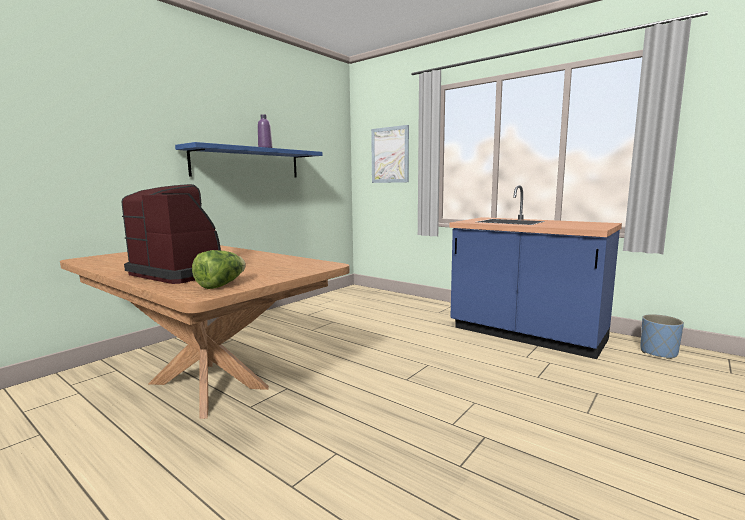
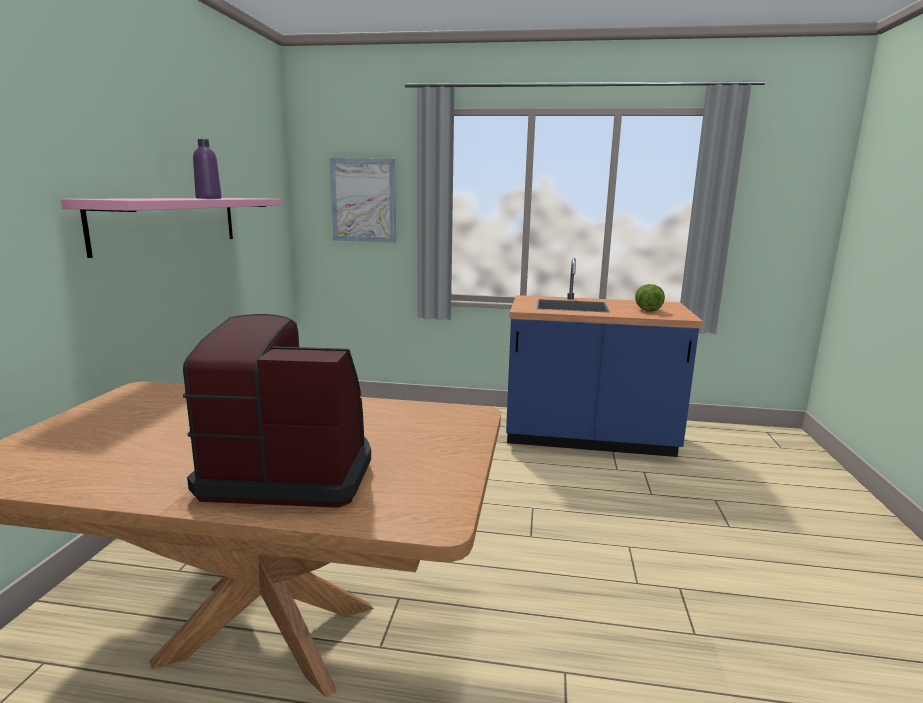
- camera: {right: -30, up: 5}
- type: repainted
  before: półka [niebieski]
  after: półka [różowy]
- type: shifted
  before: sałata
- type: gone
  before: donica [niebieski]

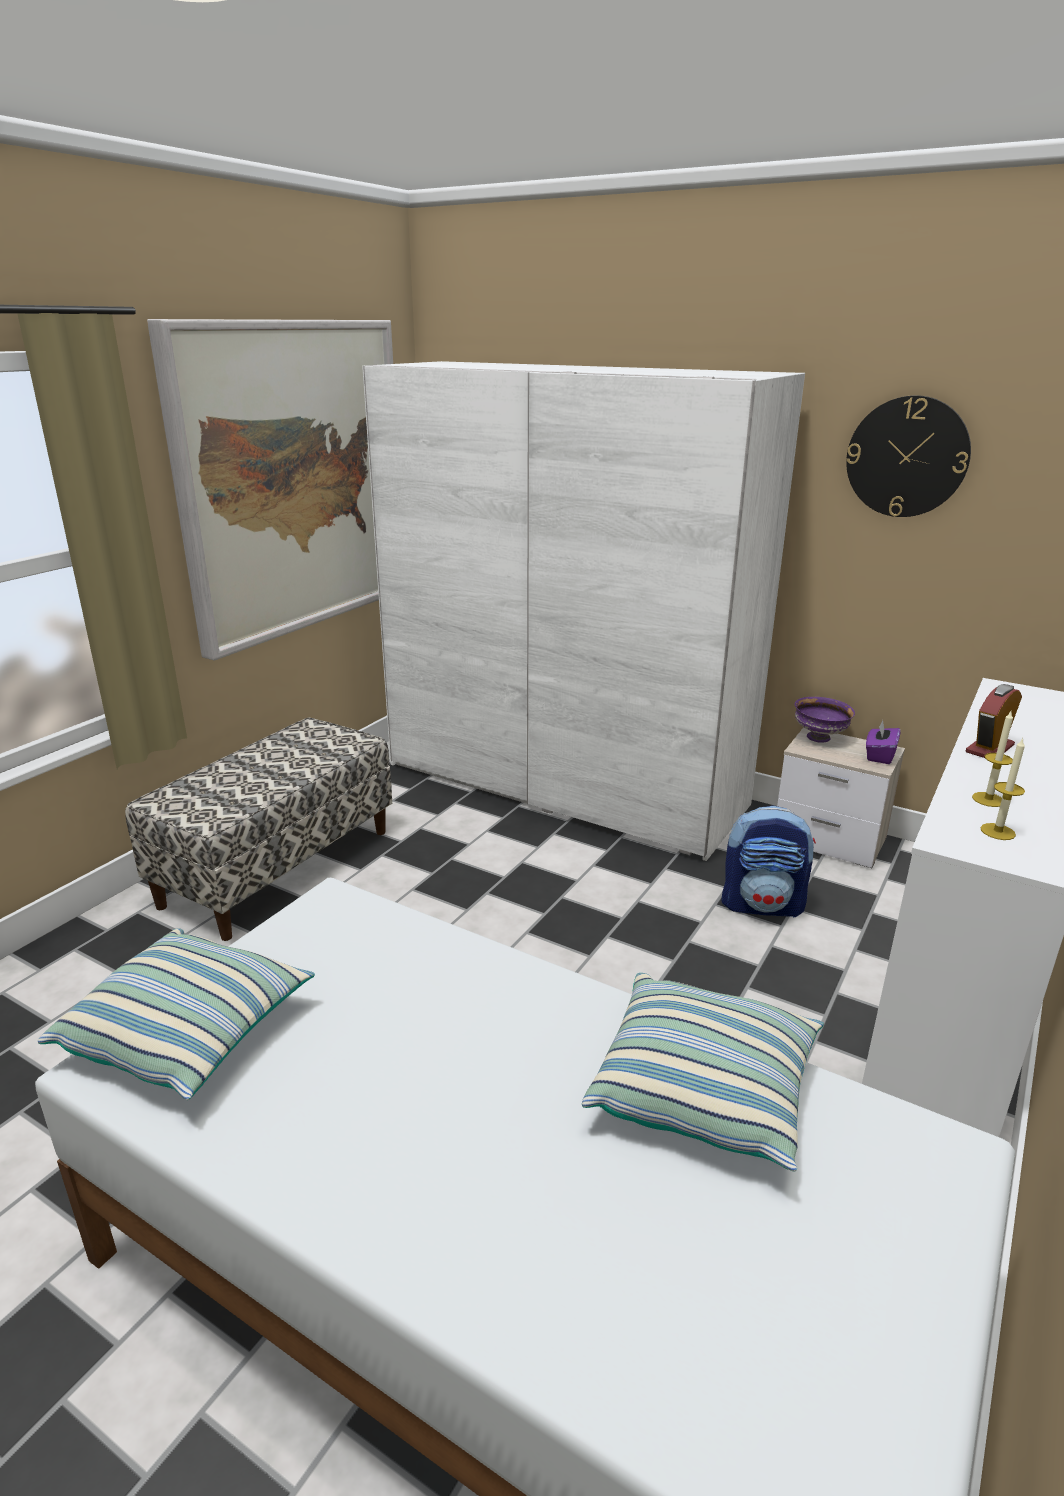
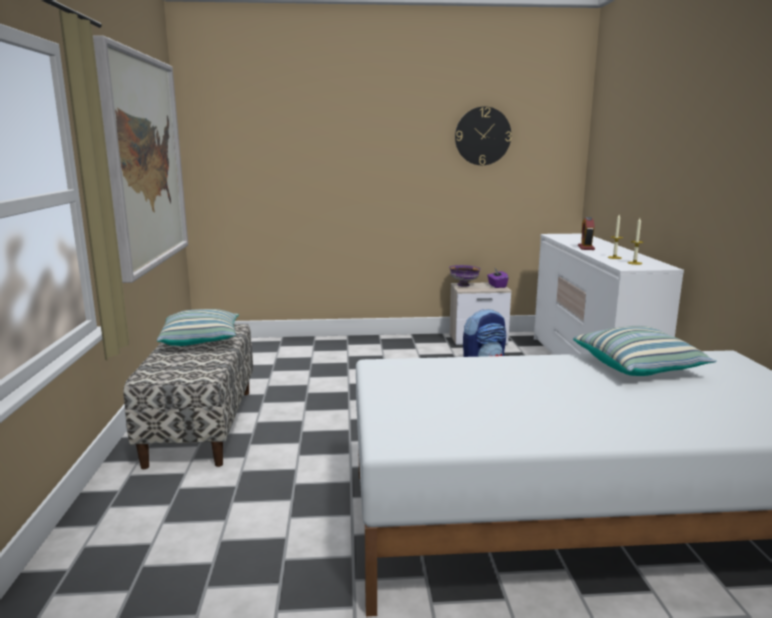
- camera: {right: -35, up: -10}
- type: shifted
  before: poduszka (no. 1 from left)
- type: gone
  before: szafa [biały]

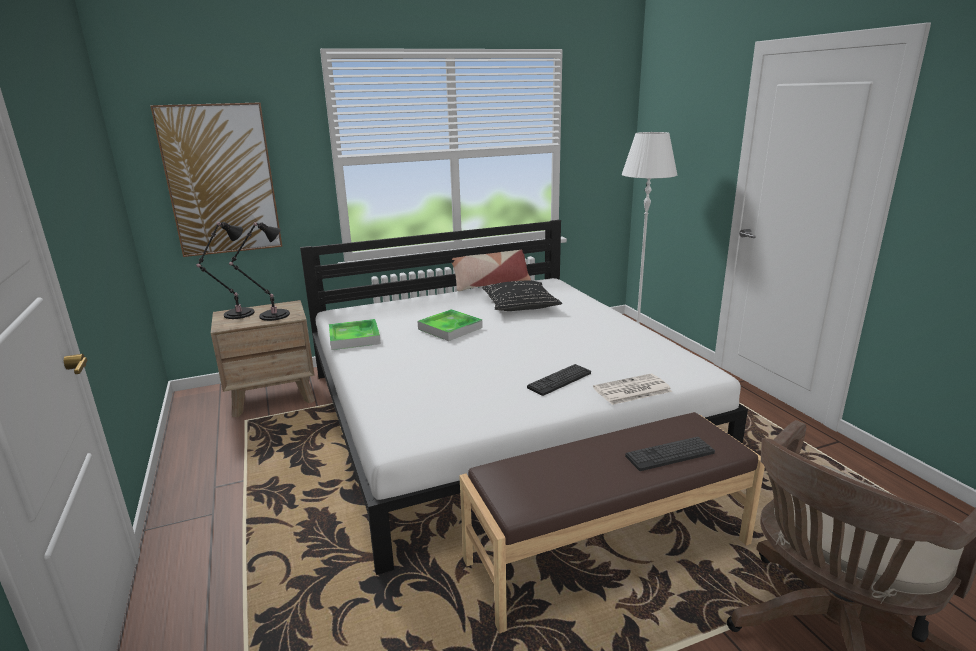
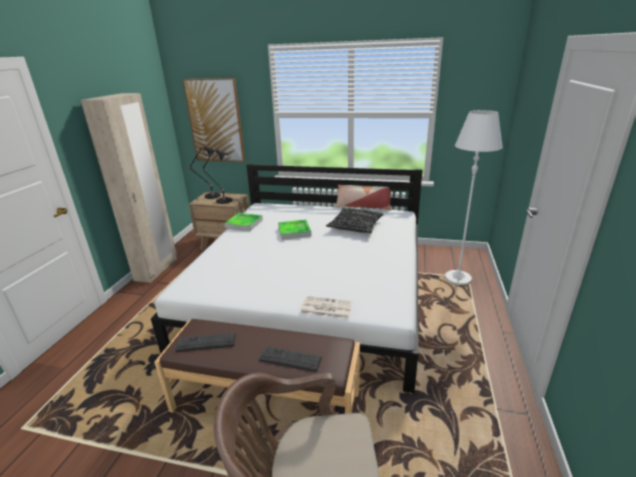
- camera: {right: 35, up: 5}
- type: shifted
  before: klawiatura (no. 1 from left)
- type: new
  after: szafa [beżowy]

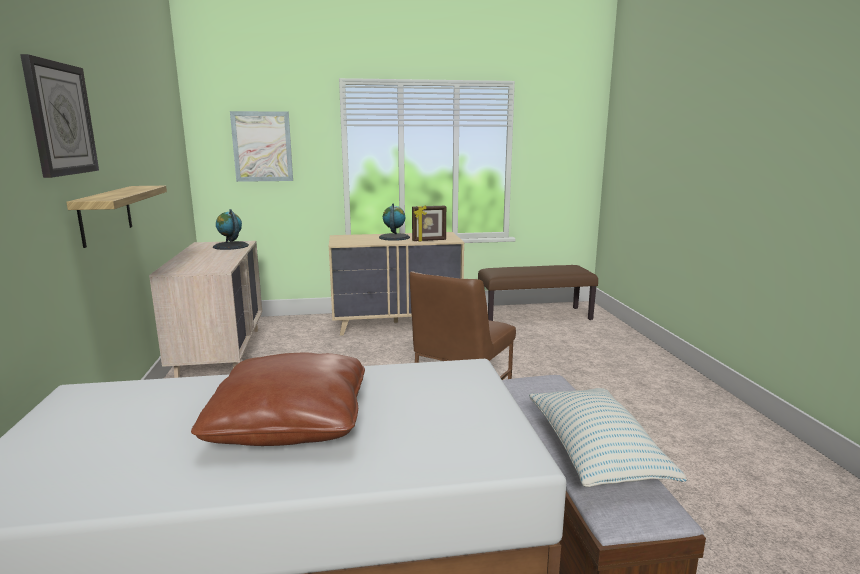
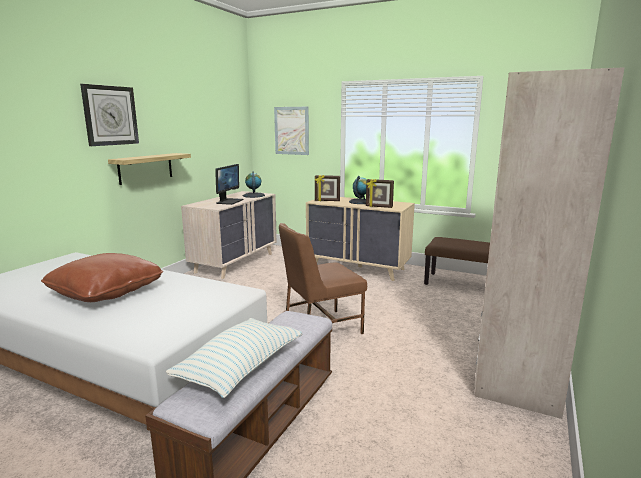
- camera: {right: 35, up: 0}
- type: new
  after: monitor
- type: new
  after: ramka na zdjęcie (no. 1 from left)
- type: new
  after: szafa [beżowy]

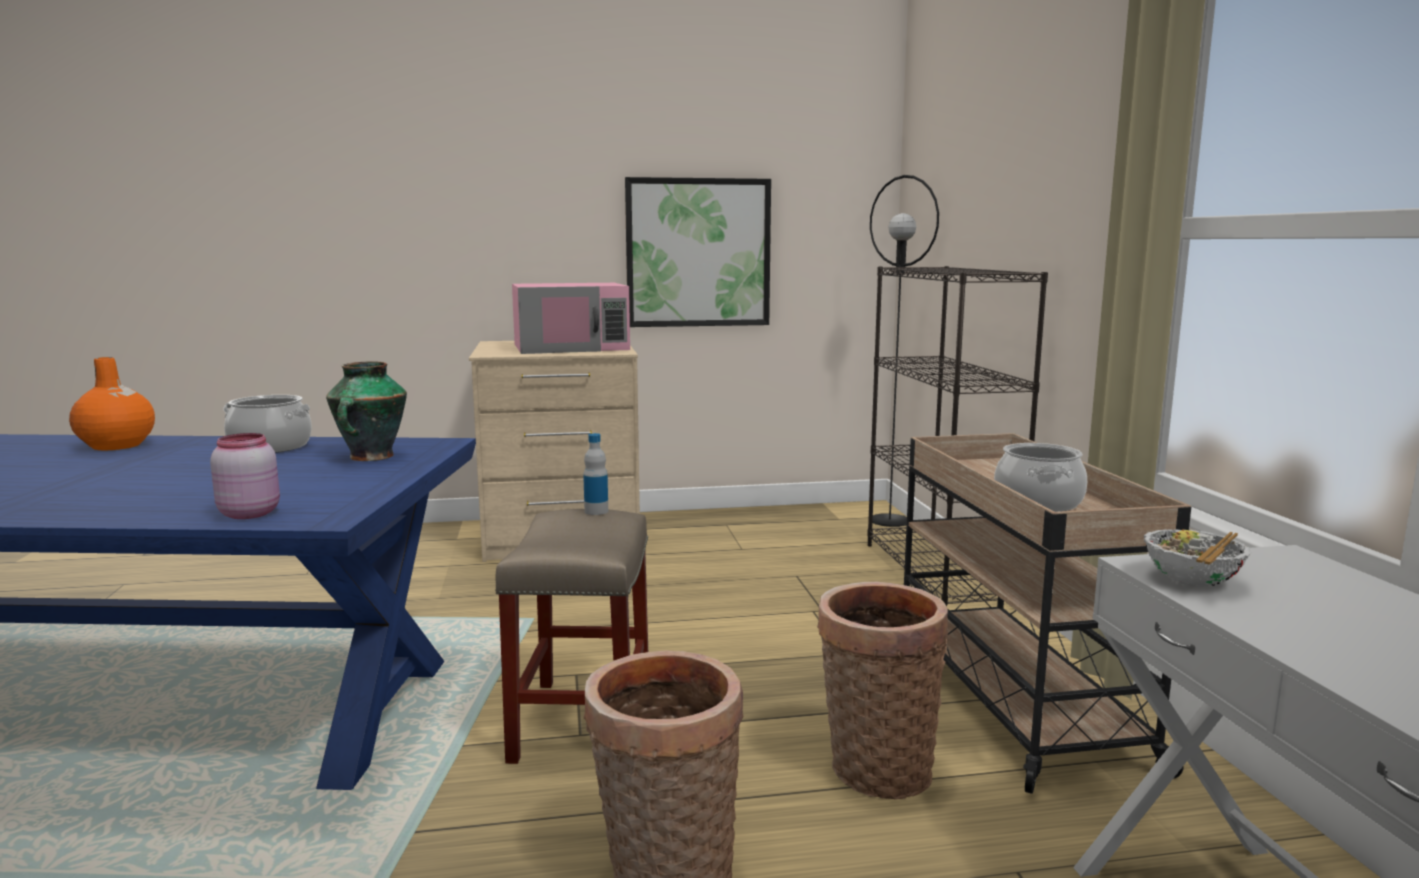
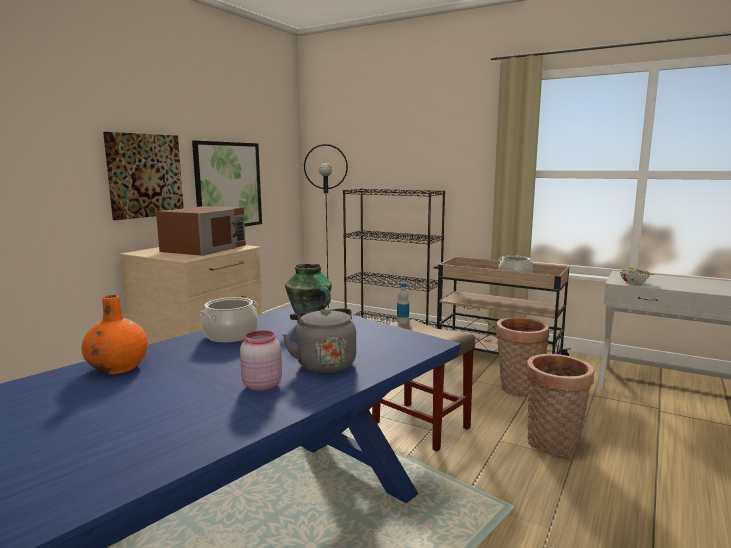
- camera: {right: -50, up: 0}
- type: shifted
  before: słoik [różowy]
- type: repainted
  before: mikrofalówka [różowy]
  after: mikrofalówka [brązowy]
- type: new
  after: obraz (no. 1 from left)
- type: new
  after: czajnik [szary]

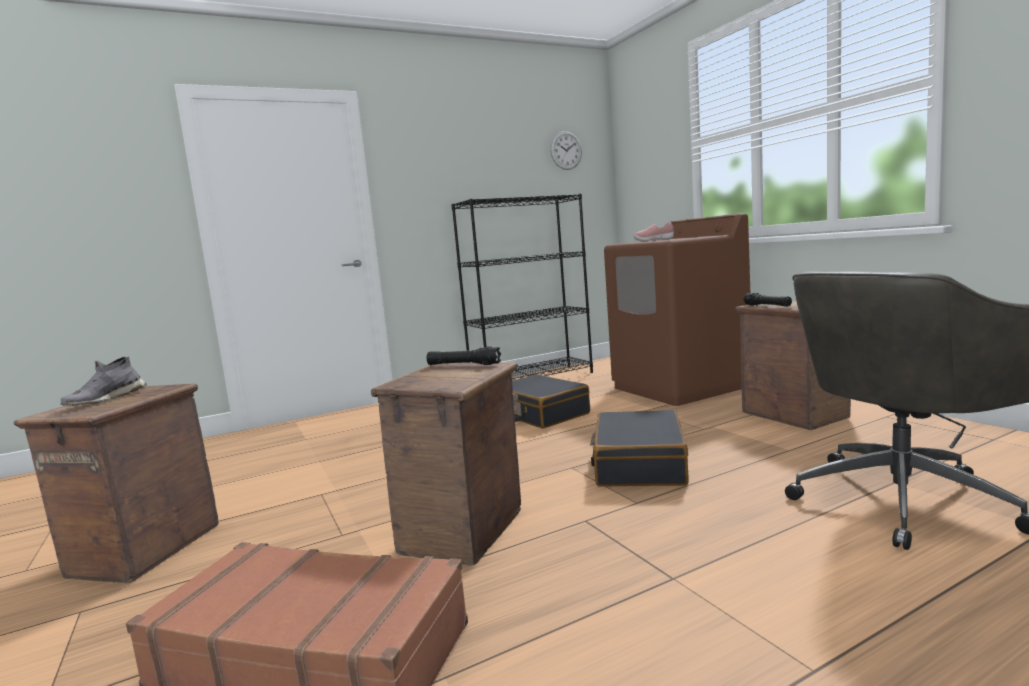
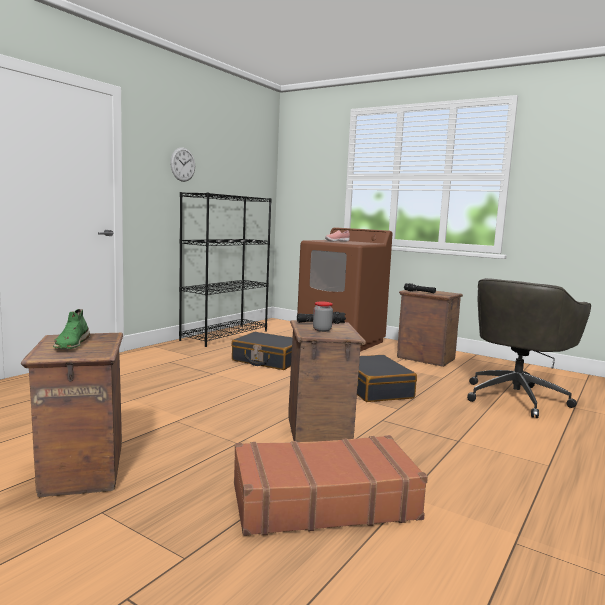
- camera: {right: -30, up: 0}
- type: repainted
  before: but [szary]
  after: but [zielony]
- type: shifted
  before: zegar ścienny
- type: new
  after: słoik

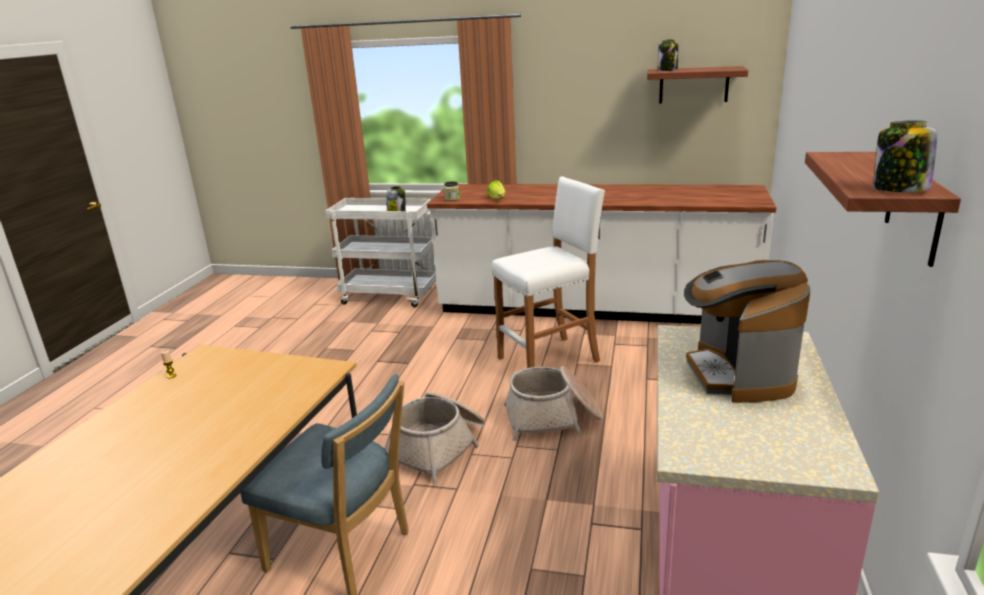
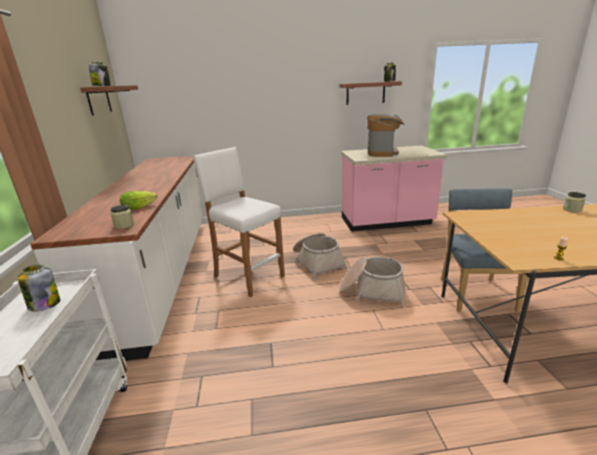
- camera: {right: -110, up: 0}
- type: rotated
  before: ekspres do kawy
  turn: -60
- type: new
  after: słoik (no. 5 from left)

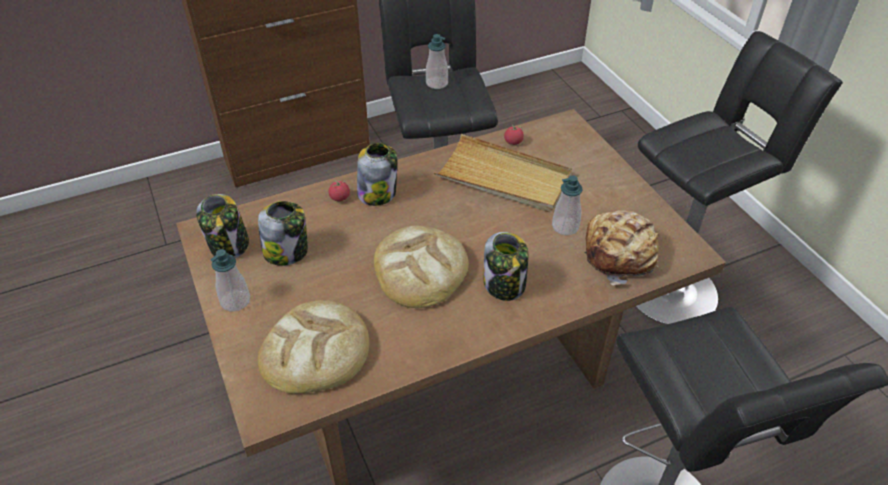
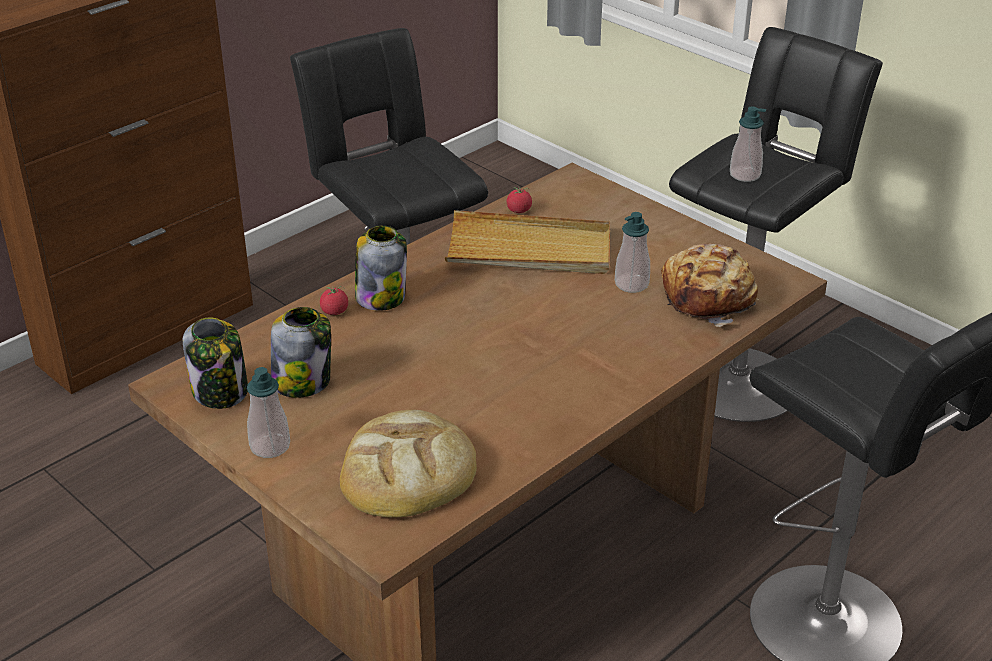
- camera: {right: -20, up: -10}
- type: gone
  before: chleb (no. 2 from left)
- type: shifted
  before: dozownik mydła (no. 2 from left in the first image)
  after: dozownik mydła (no. 3 from left)
- type: gone
  before: słoik (no. 4 from left)

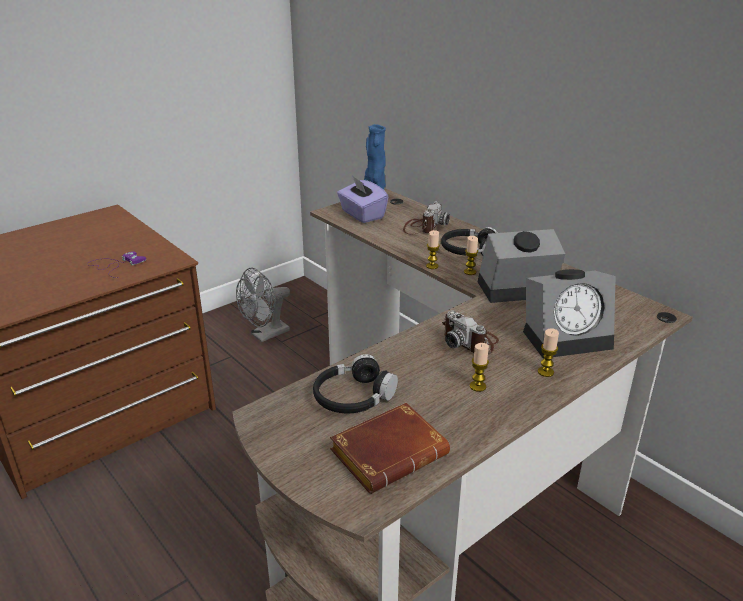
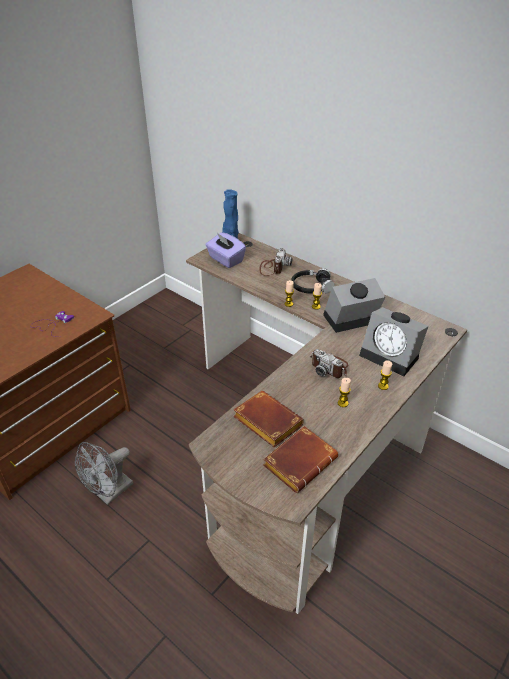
- camera: {right: -10, up: 10}
- type: shifted
  before: wentylator [szary]
- type: swapped
  before: słuchawki [czarny] (no. 1 from left)
  after: książka [brązowy] (no. 1 from left)
- type: rotated
  before: budzik (no. 2 from left)
  turn: 60

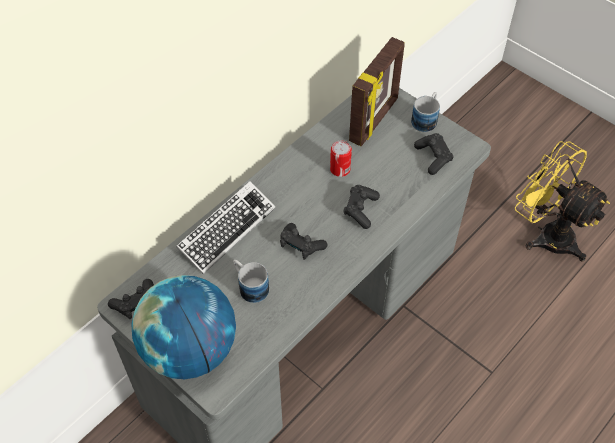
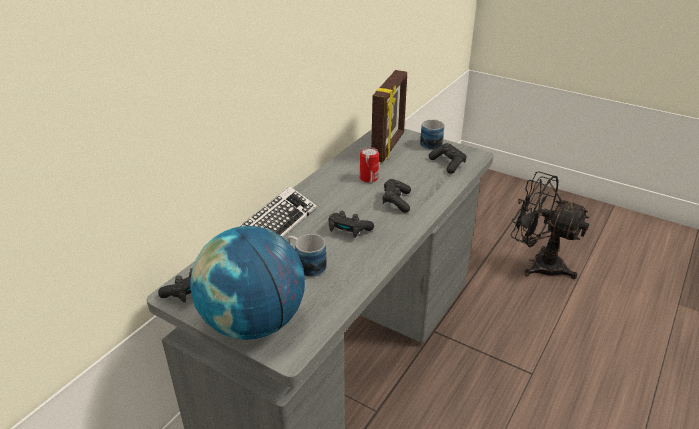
- camera: {right: -10, up: -20}
- type: repainted
  before: wentylator [żółty]
  after: wentylator [czarny]

